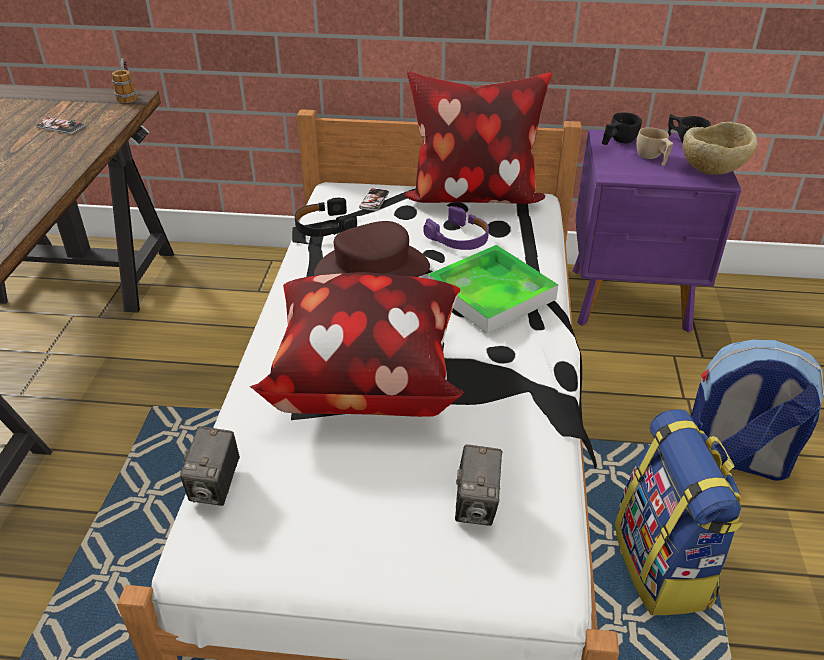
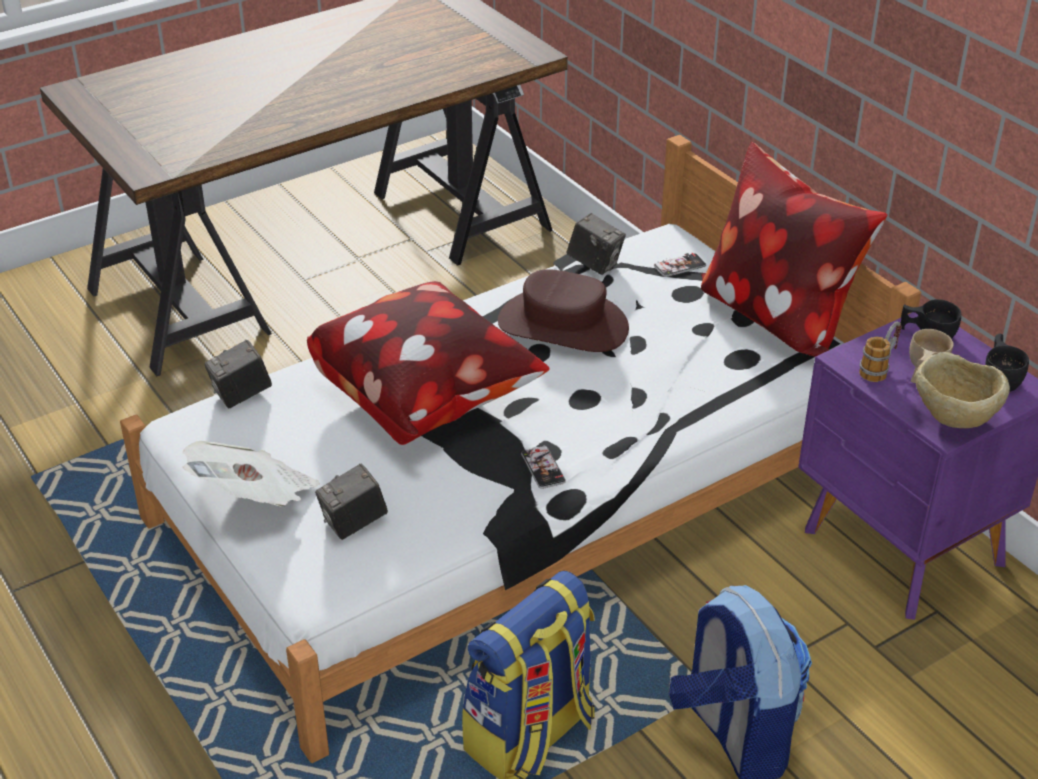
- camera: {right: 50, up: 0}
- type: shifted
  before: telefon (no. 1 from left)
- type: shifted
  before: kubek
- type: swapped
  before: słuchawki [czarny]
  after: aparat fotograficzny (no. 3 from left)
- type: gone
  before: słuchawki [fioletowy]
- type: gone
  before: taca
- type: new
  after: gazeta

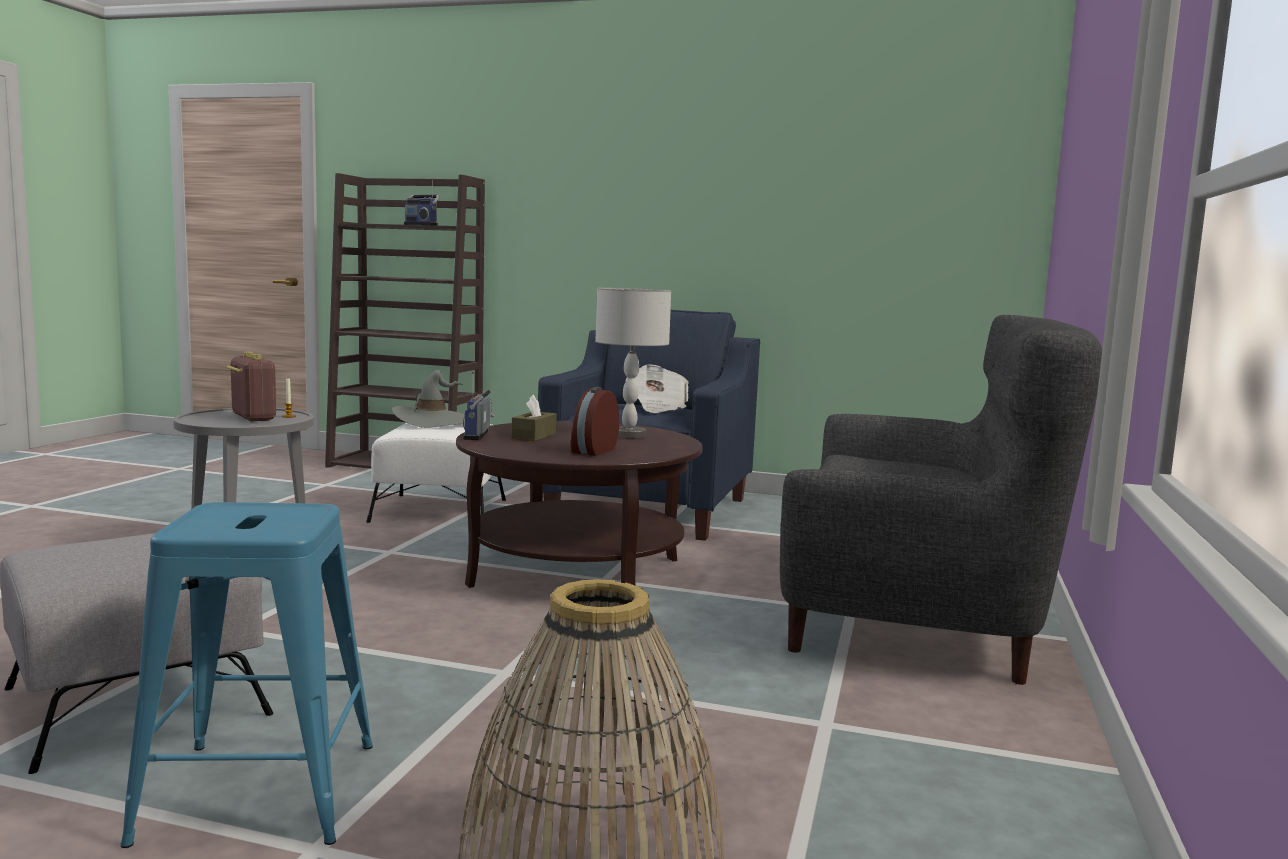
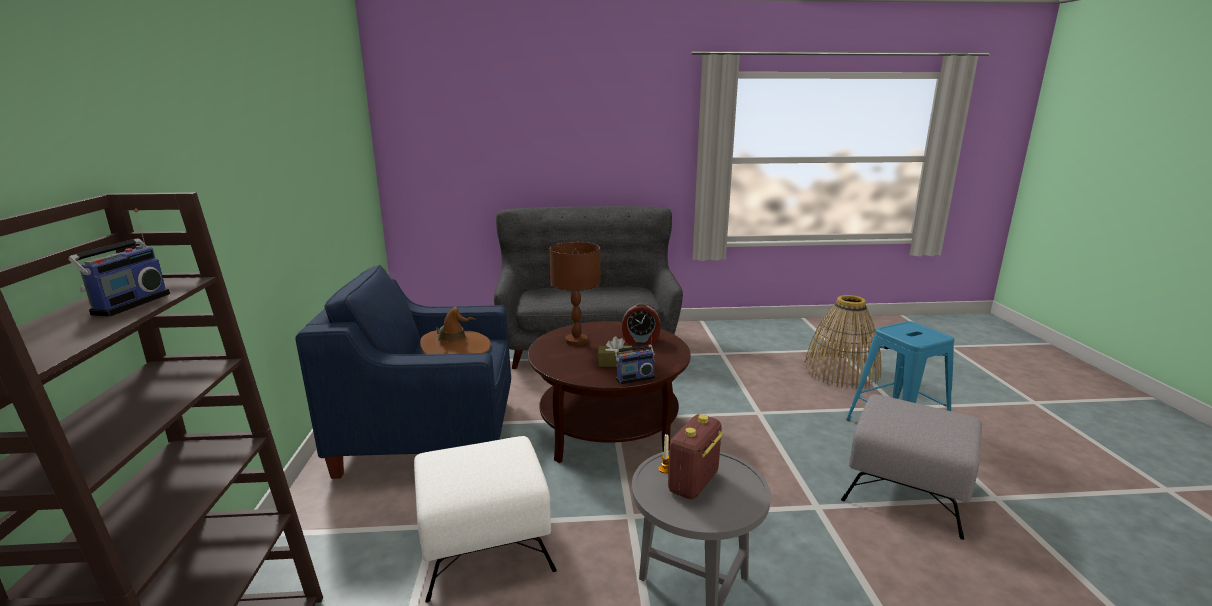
- camera: {right: -110, up: 10}
- type: gone
  before: kapelusz [szary]
- type: repainted
  before: lampa stołowa [szary]
  after: lampa stołowa [brązowy]
- type: swapped
  before: gazeta
  after: kapelusz [brązowy]

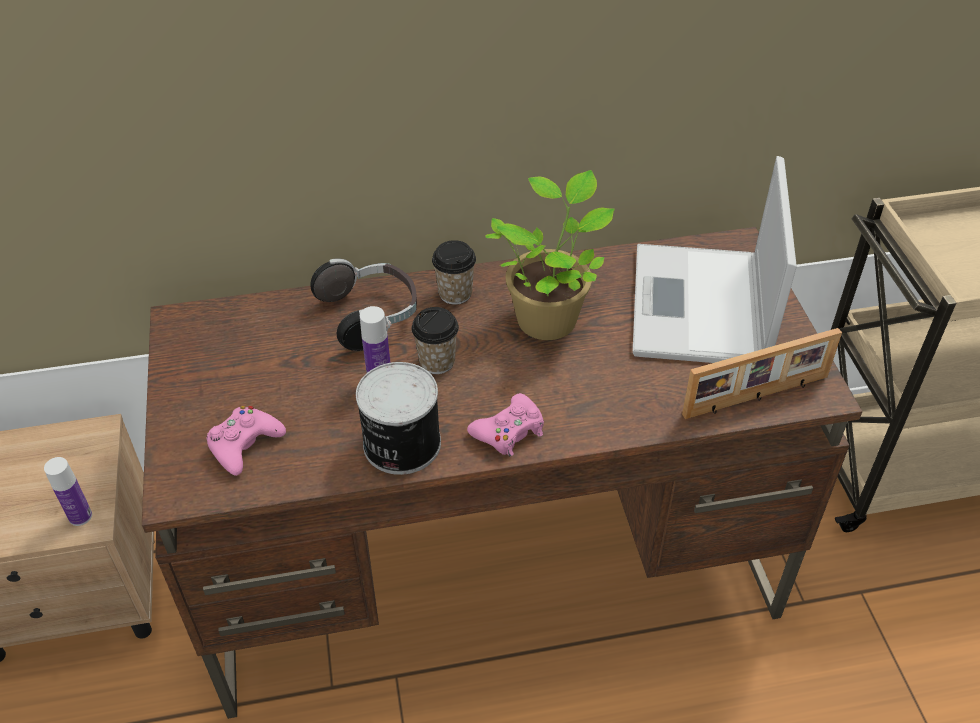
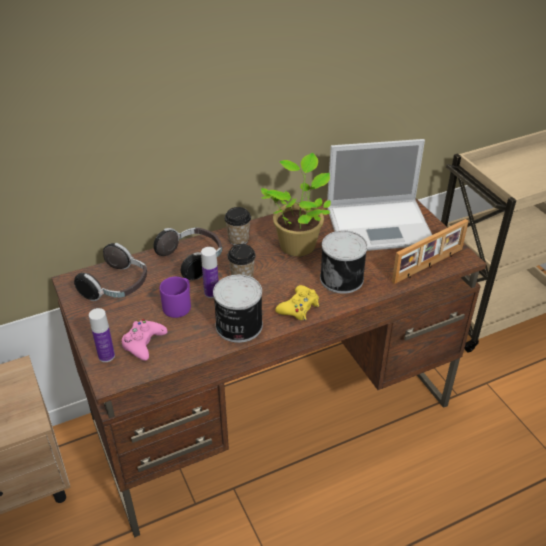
- camera: {right: -15, up: -5}
- type: shifted
  before: butelka (no. 1 from left)
- type: repainted
  before: pad do gier [różowy] (no. 2 from left)
  after: pad do gier [żółty]
- type: rotated
  before: laptop
  turn: -90
- type: new
  after: słuchawki (no. 1 from left)
- type: new
  after: kubek [fioletowy]
- type: new
  after: puszka (no. 2 from left)

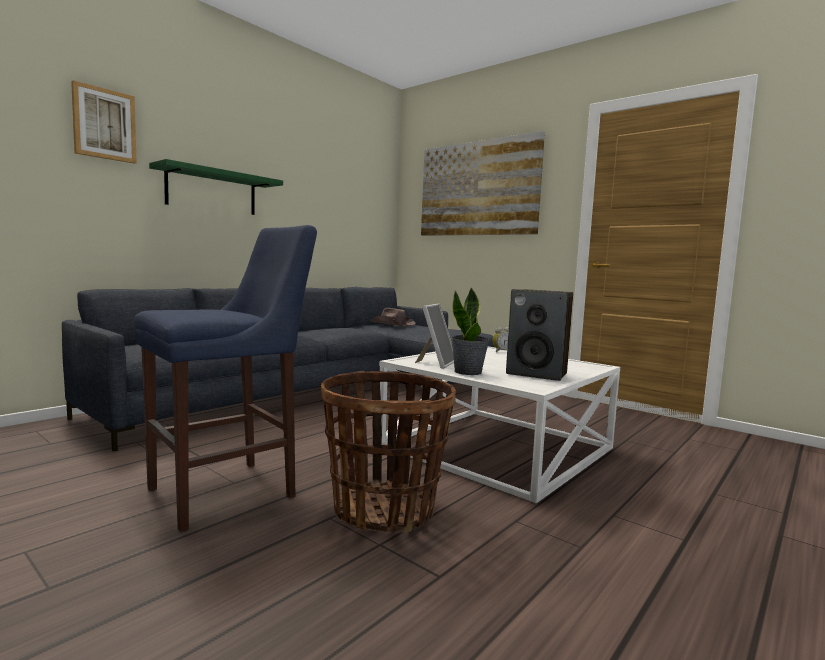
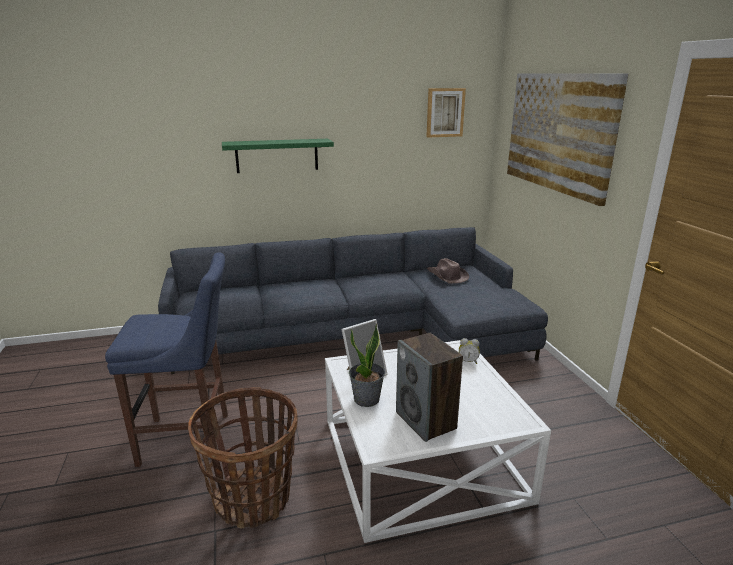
- camera: {right: 35, up: 15}
- type: shifted
  before: obraz (no. 1 from left)

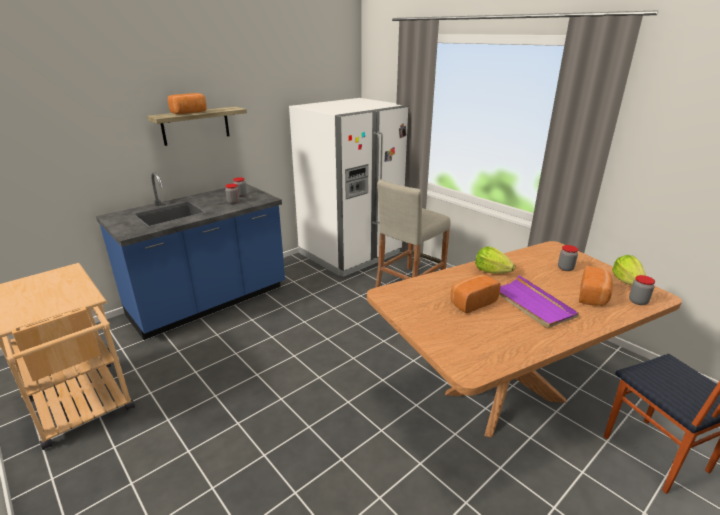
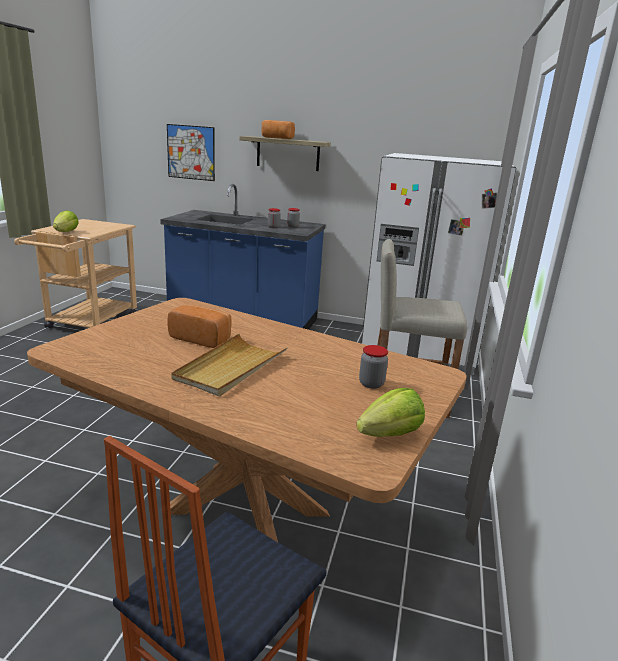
- camera: {right: 55, up: -5}
- type: shifted
  before: sałata (no. 1 from left)
- type: repainted
  before: taca [fioletowy]
  after: taca [beżowy]
- type: gone
  before: chleb (no. 3 from left)
- type: gone
  before: słoik (no. 4 from left)
- type: new
  after: obraz

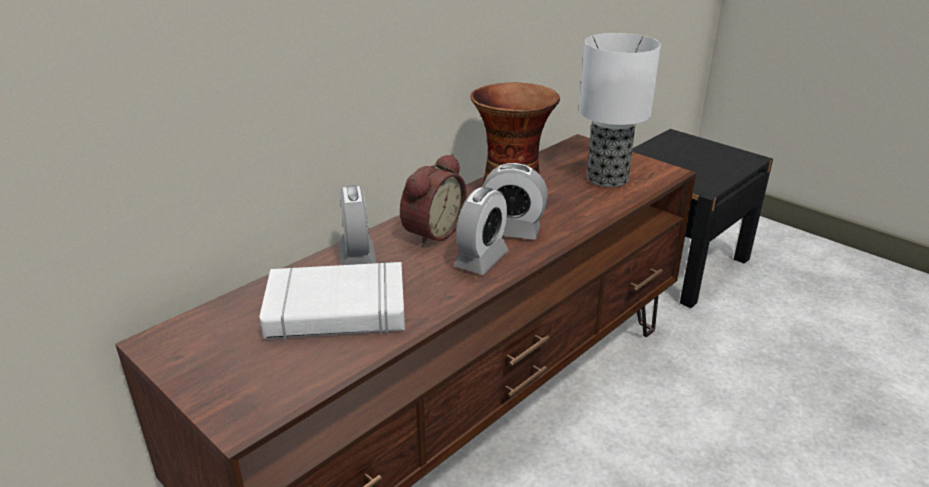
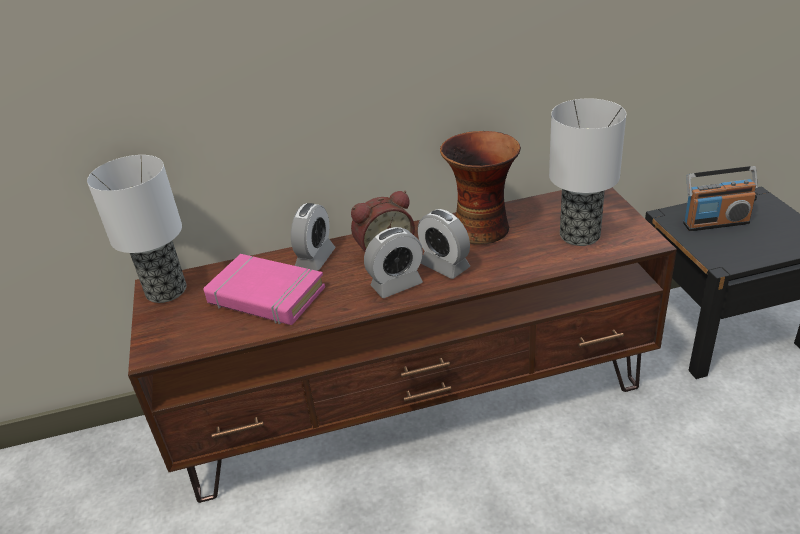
- camera: {right: 35, up: 5}
- type: repainted
  before: książka [biały]
  after: książka [różowy]
- type: new
  after: lampa stołowa (no. 1 from left)
- type: new
  after: radio

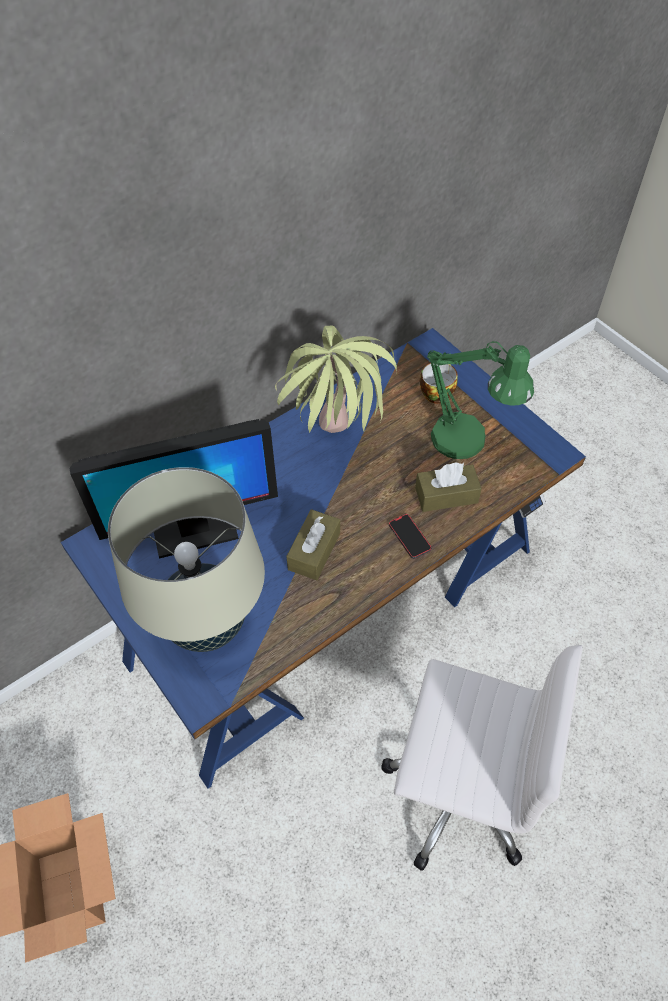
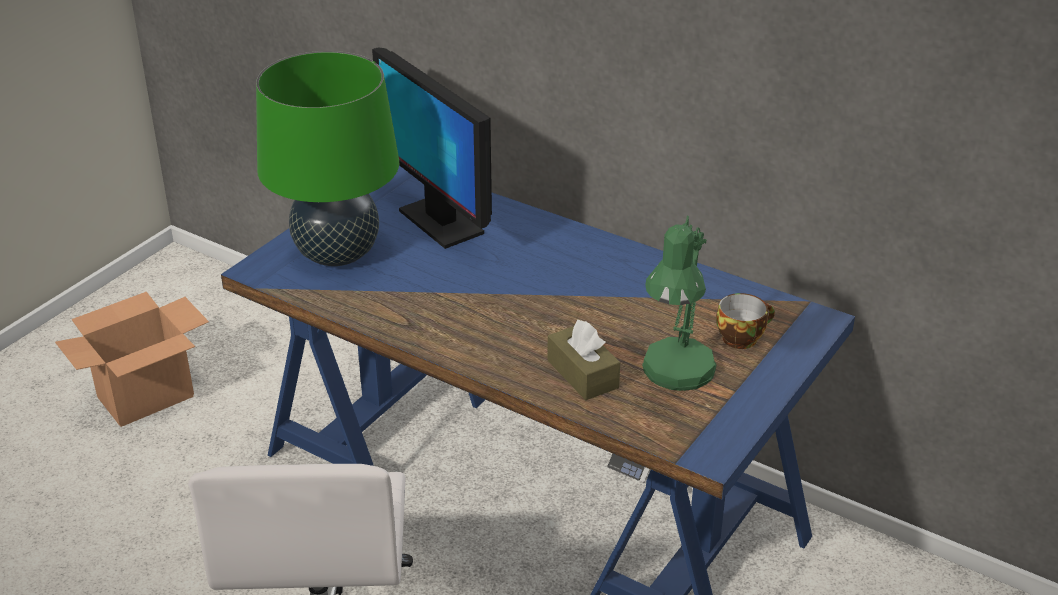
- camera: {right: 70, up: -20}
- type: repainted
  before: lampa stołowa [beżowy]
  after: lampa stołowa [zielony] (no. 1 from left)
- type: gone
  before: roślina doniczkowa
- type: gone
  before: pudełko chusteczek [brązowy] (no. 1 from left)
- type: gone
  before: telefon

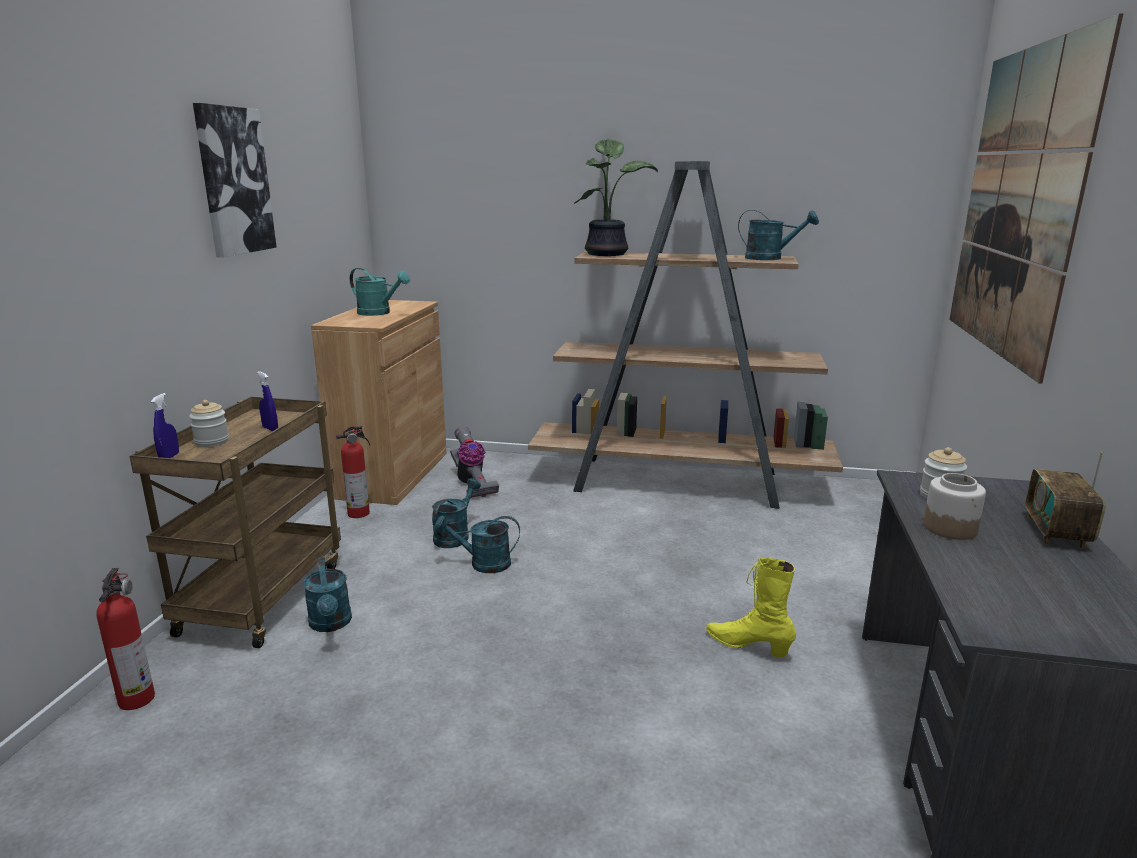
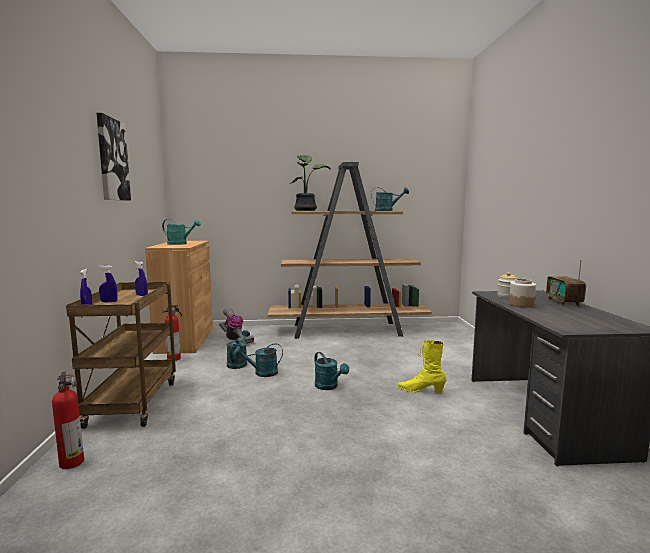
- camera: {right: -15, up: -10}
- type: swapped
  before: słoik (no. 1 from left)
  after: spryskiwacz [niebieski] (no. 2 from left)
- type: shifted
  before: konewka [turkusowy] (no. 1 from left in the first image)
  after: konewka [turkusowy] (no. 4 from left)
- type: gone
  before: obraz (no. 2 from left)

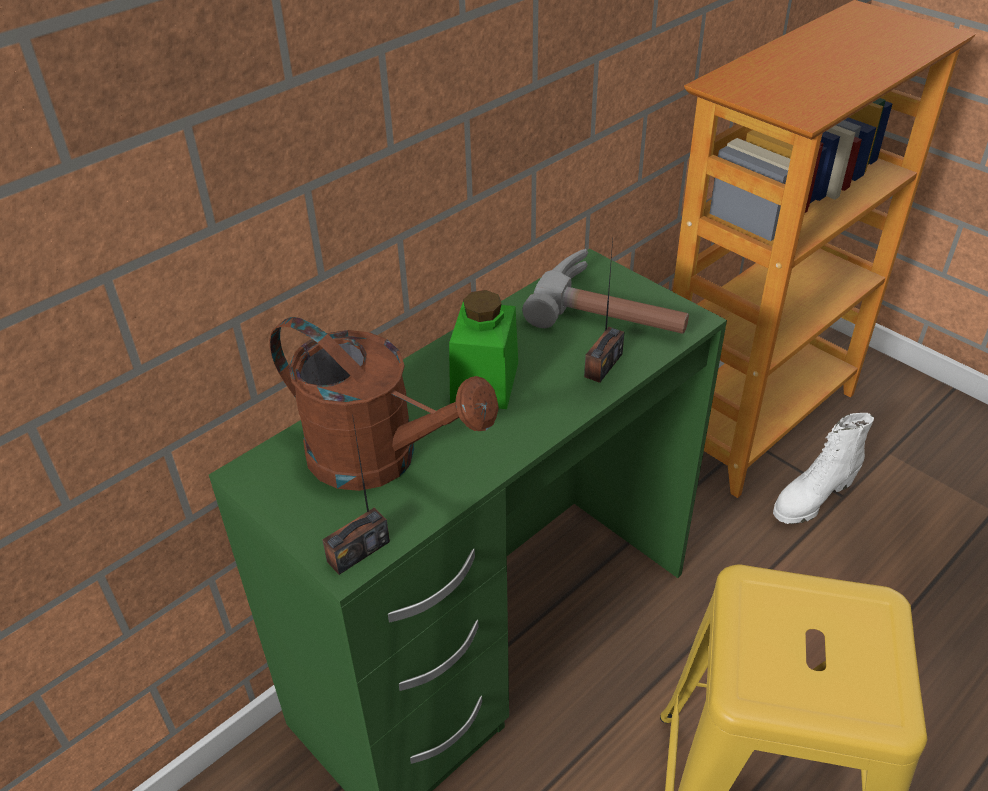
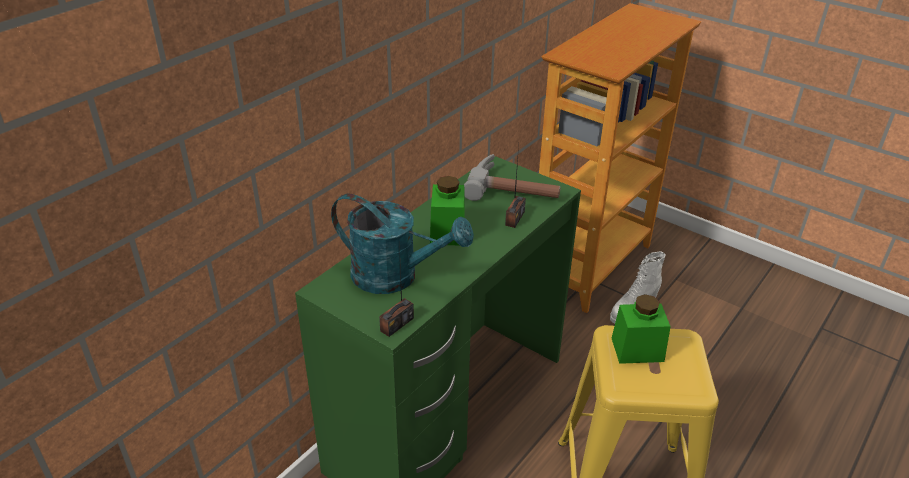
- camera: {right: -10, up: -5}
- type: repainted
  before: konewka [brązowy]
  after: konewka [turkusowy]
- type: new
  after: słoik [zielony] (no. 2 from left)

